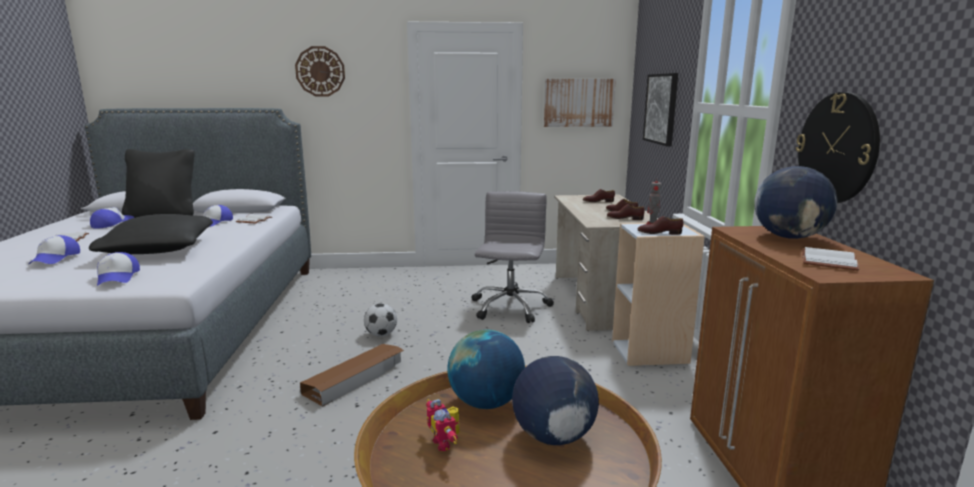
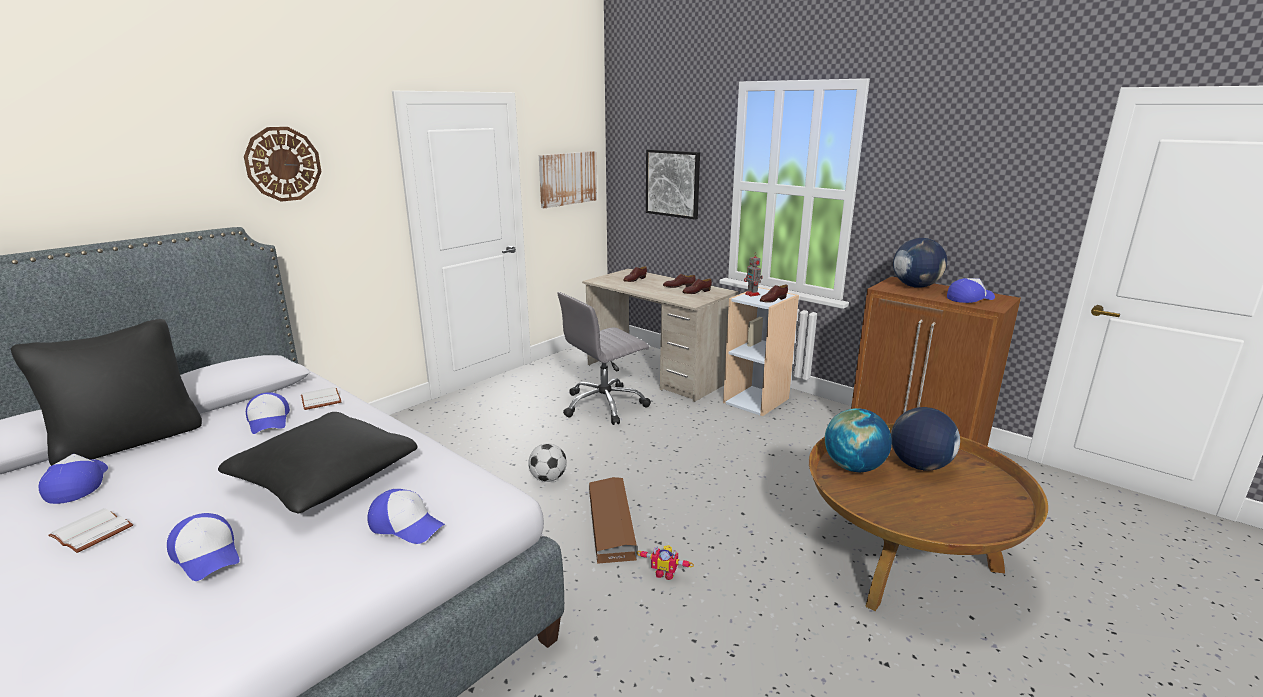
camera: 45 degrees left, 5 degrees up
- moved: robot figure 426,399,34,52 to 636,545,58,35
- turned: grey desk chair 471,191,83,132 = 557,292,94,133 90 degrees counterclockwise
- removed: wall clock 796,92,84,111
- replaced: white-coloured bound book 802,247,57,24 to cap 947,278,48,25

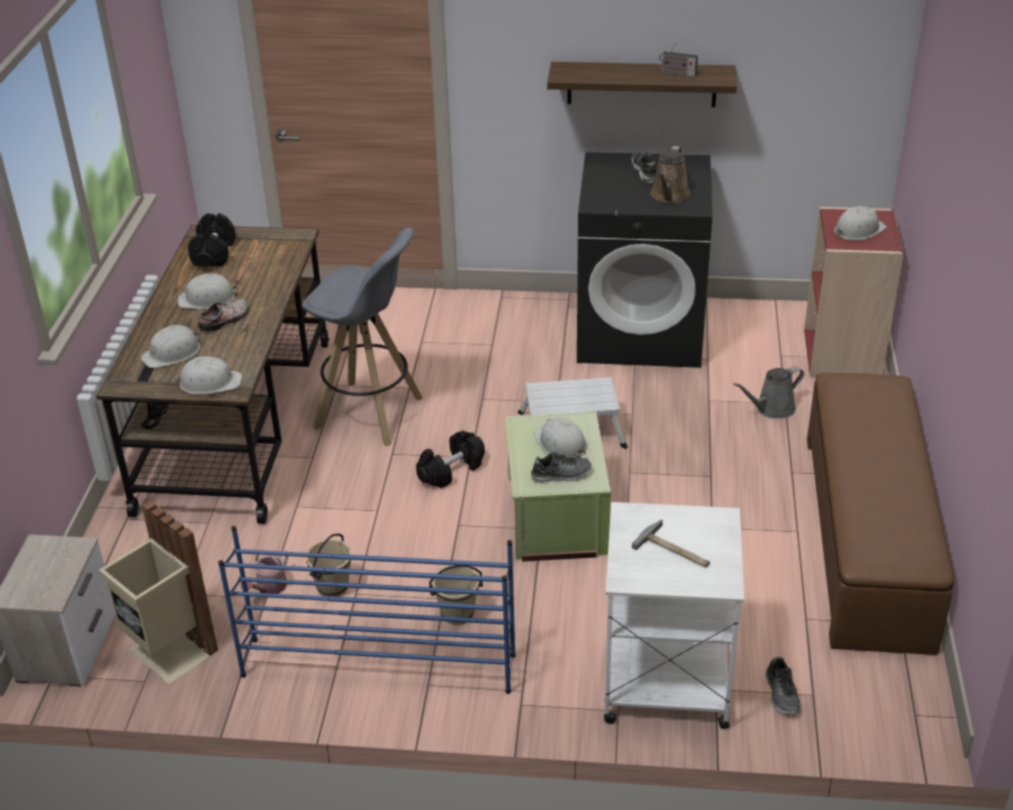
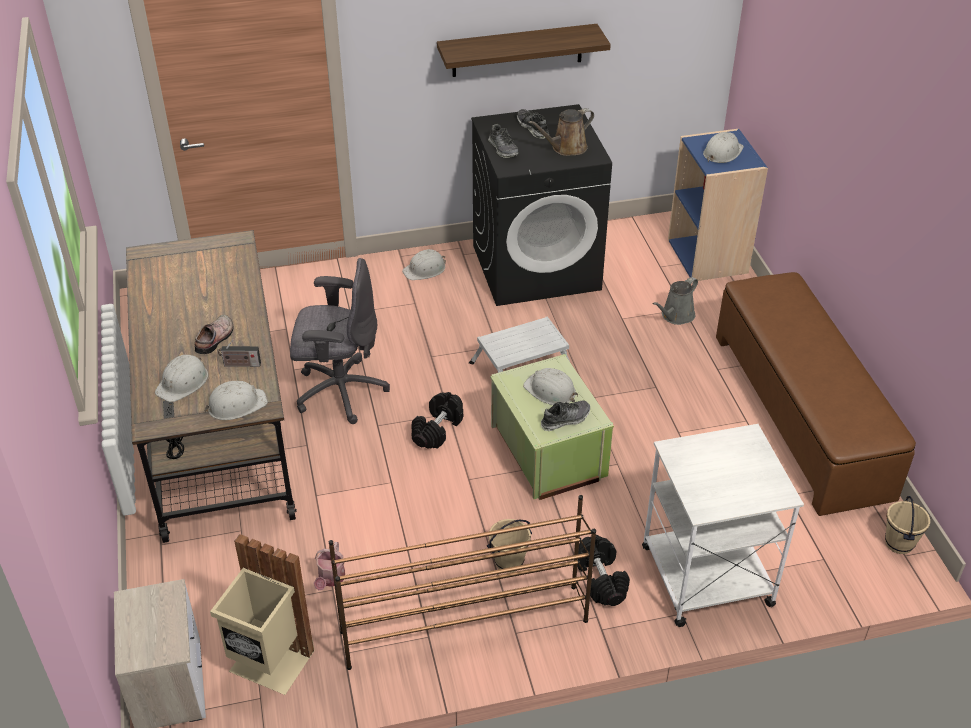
camera: 20 degrees left, 5 degrees up
- moved: white-coloured hard hat 178,273,60,36 to 402,249,44,31
- moved: blackish dumbbell 188,213,48,54 to 577,535,53,71
- recoloured: blue-coloured shoe rack 218,526,298,168 to brownish shoe rack 329,495,267,175
- replaced: grey stool seat 302,227,121,219 to grey desk chair 290,258,100,166
- moved: beige pail 306,534,46,63 to 885,496,45,58
- removed: tool hammer 632,520,78,48
- turned: brownish watering can 651,146,39,57 = 528,108,66,48 60 degrees clockwise
- moved: radio receiver 659,43,39,34 to 218,339,43,28
- moved: shoe 765,657,36,57 to 488,124,31,34
- recoloured: red-coloured bookcase 804,207,100,171 to blue-coloured bookcase 668,129,100,152

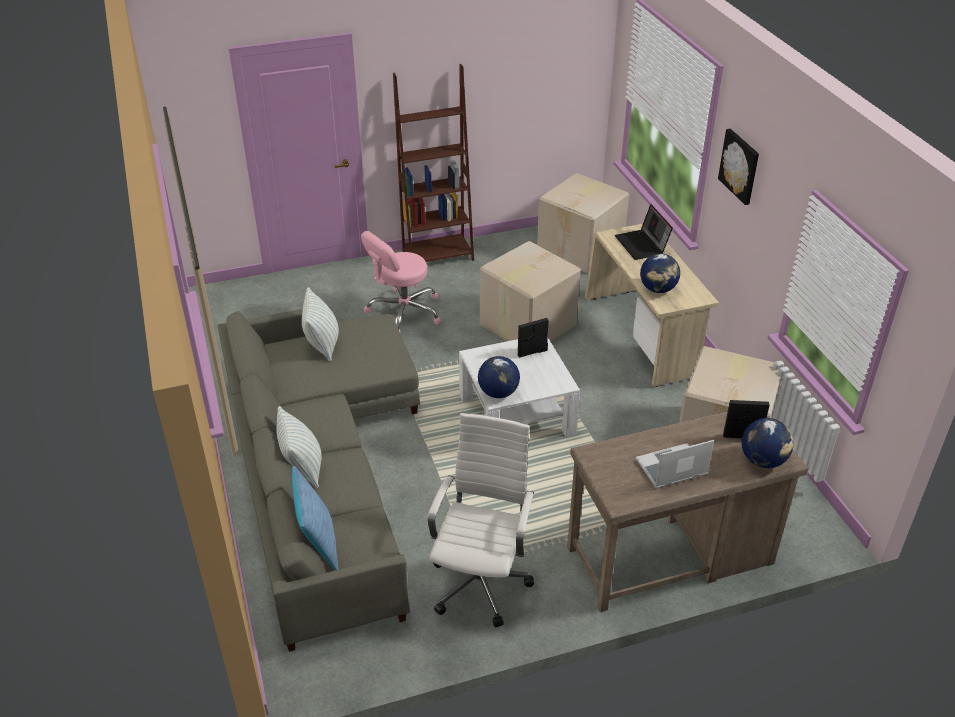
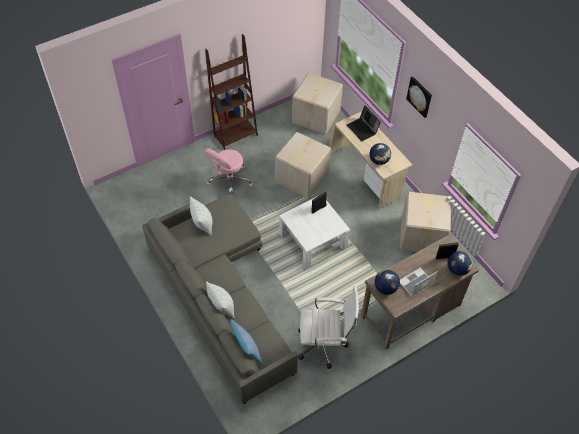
camera: 15 degrees left, 15 degrees up
- turned: white-coloured desk chair 428,413,106,214 = 298,286,61,83 90 degrees clockwise
- moved: globe 478,356,42,42 to 375,269,25,26

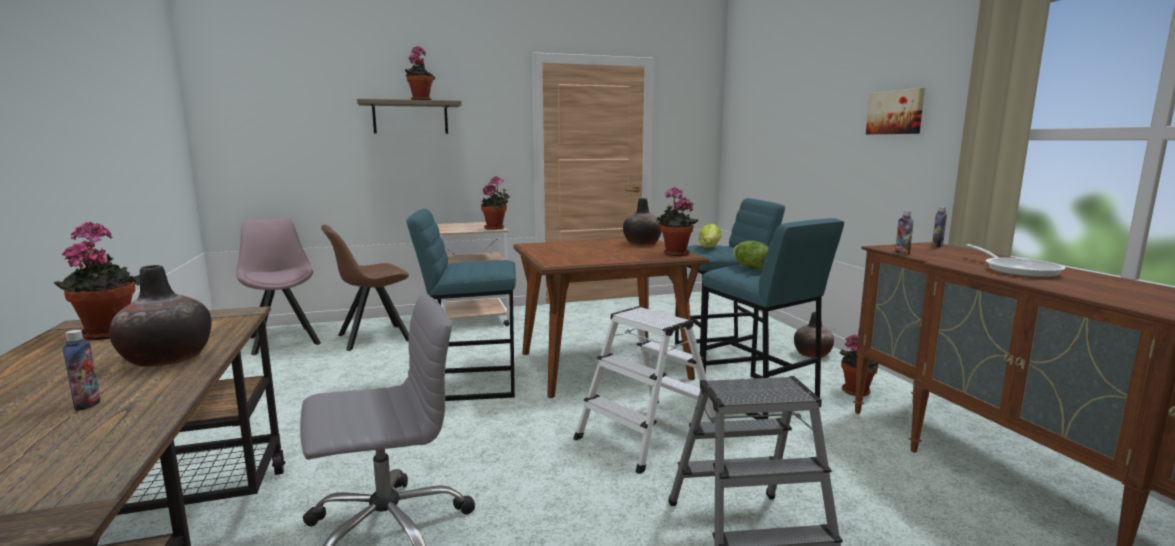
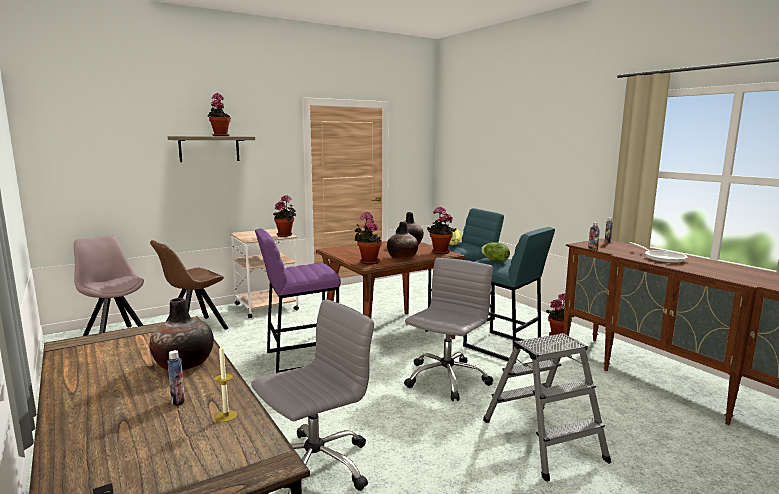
camera: 15 degrees left, 0 degrees up
- moved: potted plant 54,222,86,118 to 355,212,27,53
- recoloured: turquoise stool seat 406,208,110,193 to purple stool seat 255,228,86,145
- replaced: white-coloured stepladder 573,306,142,168 to grey desk chair 404,258,89,143
- moved: vase 794,312,40,46 to 387,222,31,38
- removed: wall picture 866,88,59,46
- added: wax light 214,344,23,78

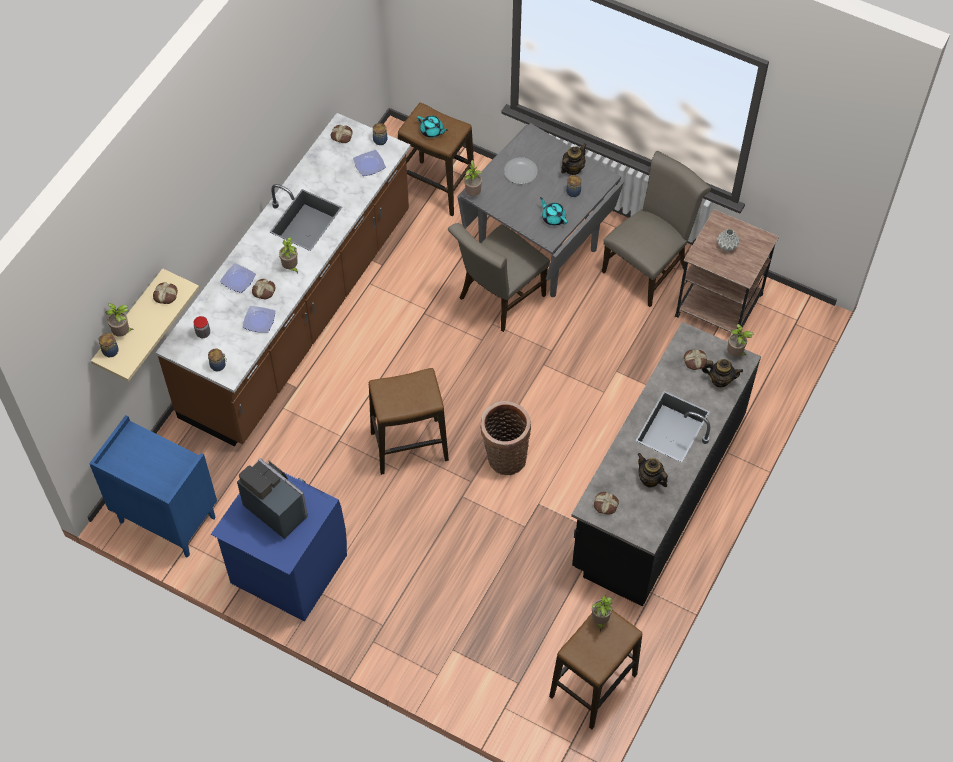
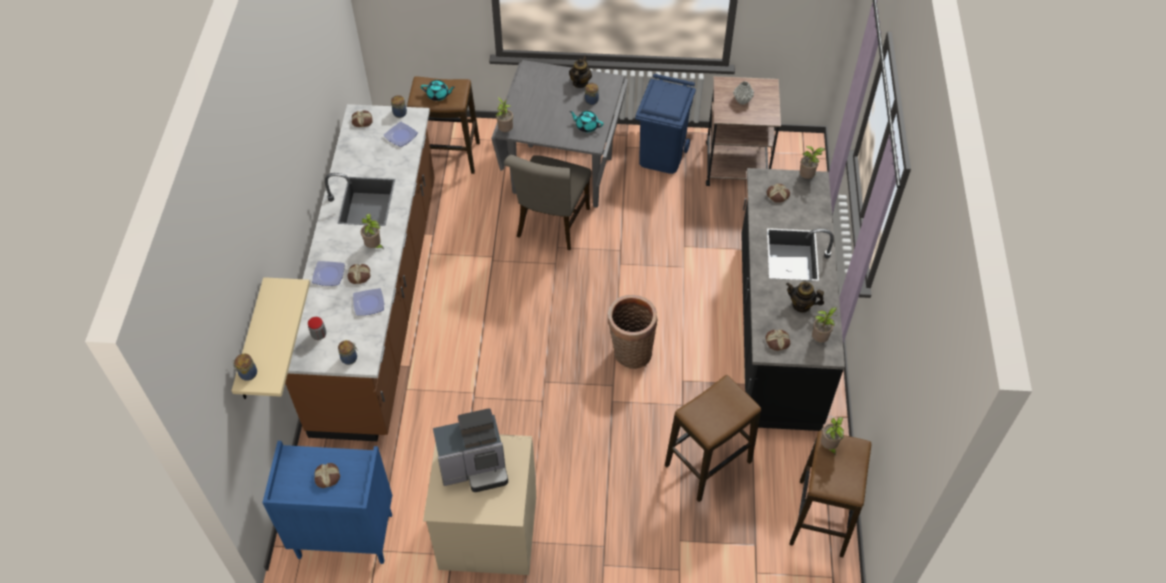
camera: 25 degrees left, 5 degrees down
- moved: potted plant 105,303,29,34 to 812,307,27,36
- moved: baked bread 153,282,25,22 to 314,463,26,25
- recoloured: blue-coloured laundry appliance 211,473,136,149 to beige laundry appliance 423,434,113,141
- turned: coffee machine 237,458,71,81 = 433,408,75,84 150 degrees clockwise
- moved: stool seat 369,368,80,107 to 665,375,96,127
- removed: plate 504,157,34,27
- replaced: beige plain chair 602,151,109,156 to blue-coloured rubbish bin 635,74,61,100
- removed: pot for tea 702,359,41,28

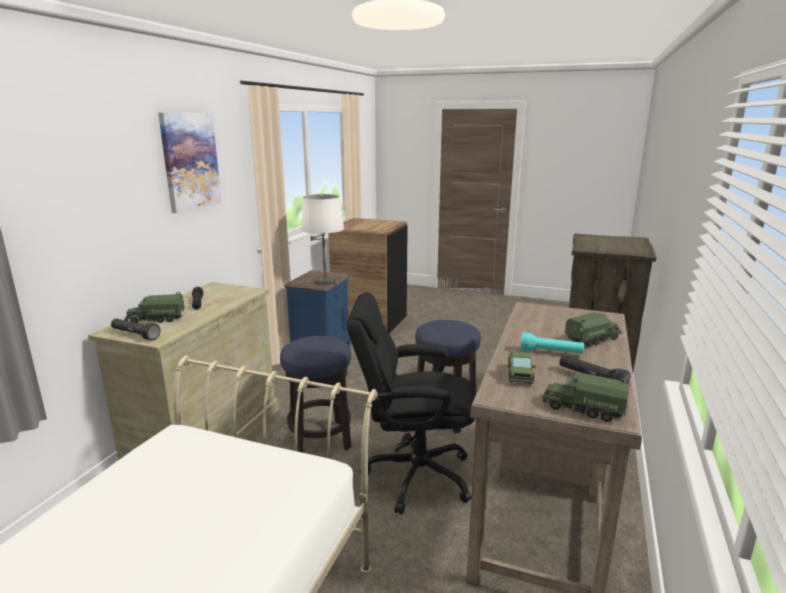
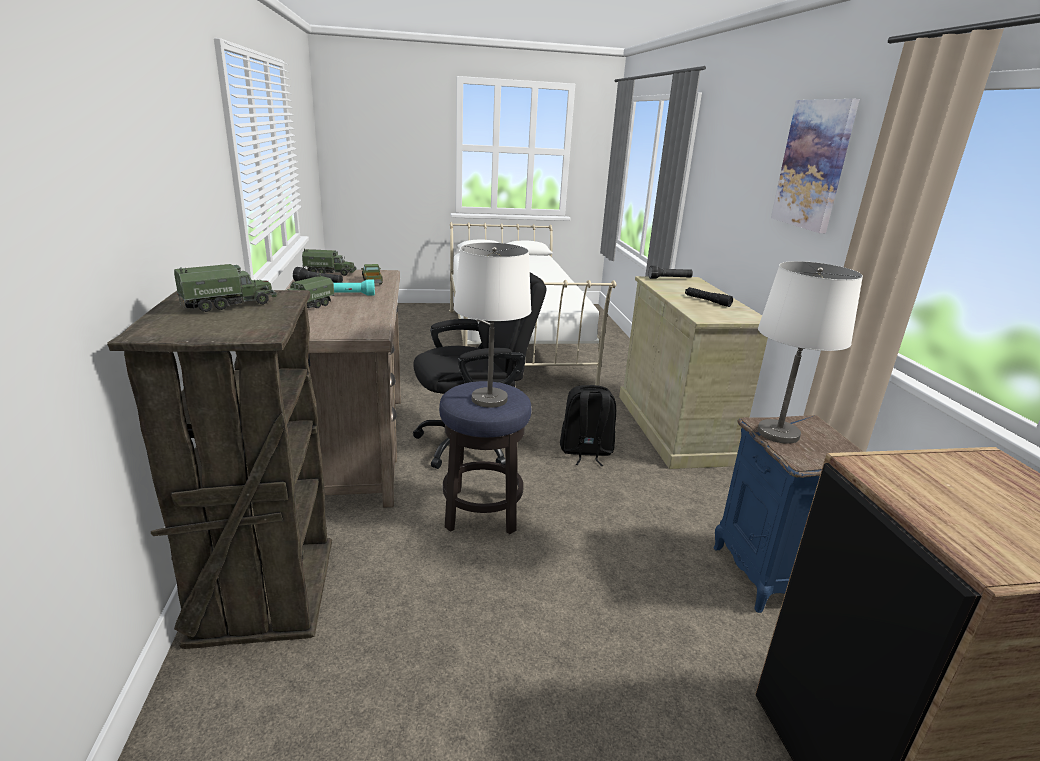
camera: 150 degrees right, 5 degrees up
- moved: toy truck 124,291,61,32 to 174,264,103,48
- replaced: stool seat 280,336,71,117 to blackish knapsack 560,385,56,81
- added: white-coloured lamp for a table 454,242,77,166

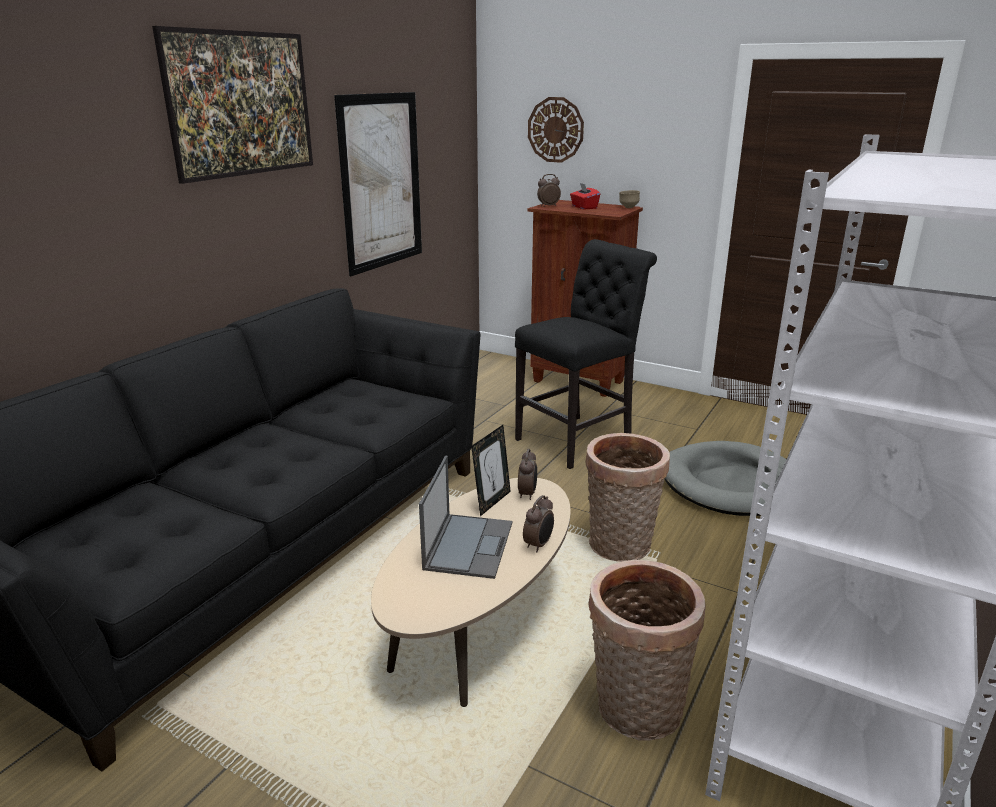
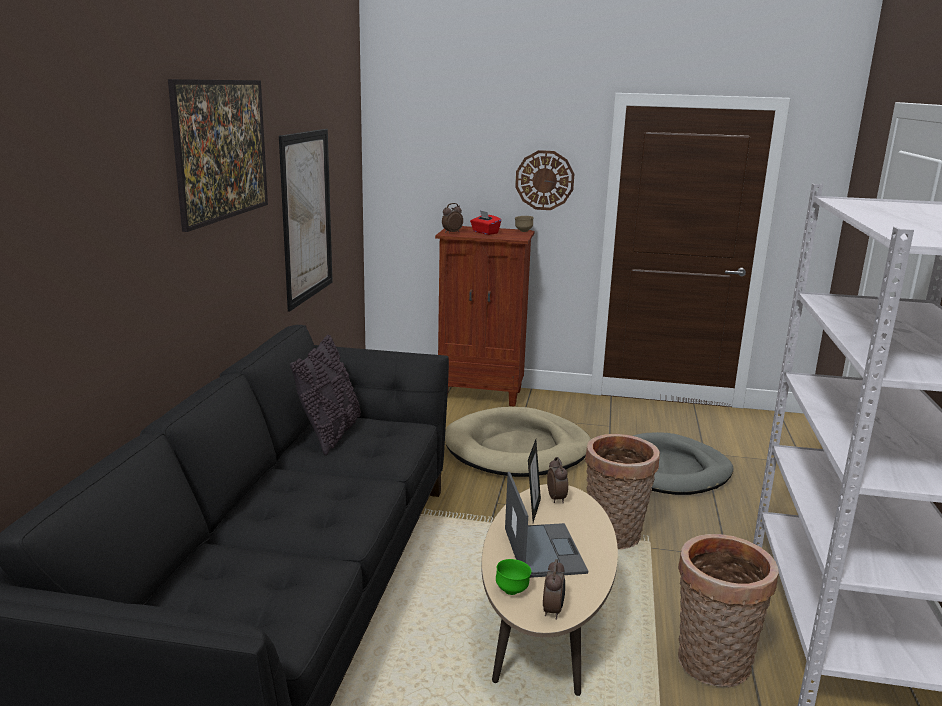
camera: 20 degrees left, 5 degrees down
- replaced: blackish stool seat 515,239,142,230 to beige dog bed 445,407,146,70
- moved: alarm clock 523,495,31,57 to 543,559,22,61
- moved: wall clock 528,97,56,66 to 515,150,59,60
- added: blackish throw pillow 290,335,71,121
- added: green-coloured deep dish 496,559,35,36

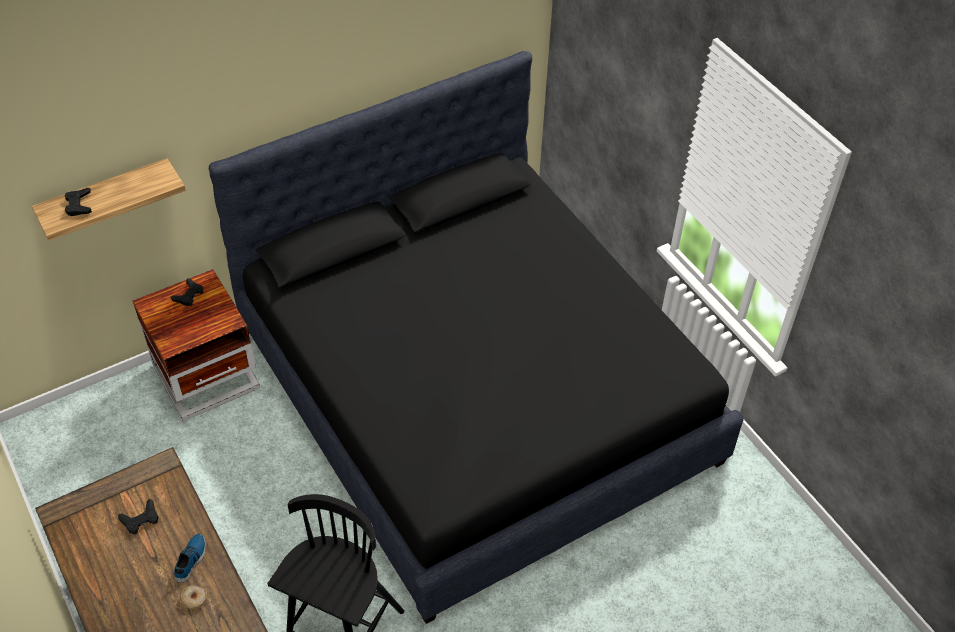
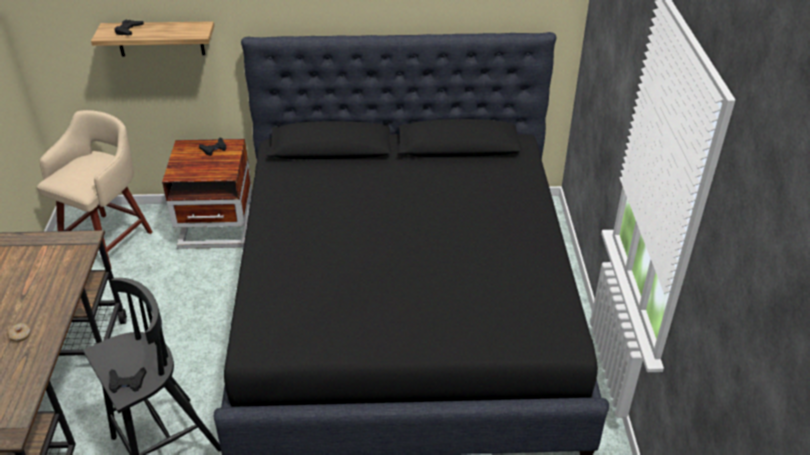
camera: 30 degrees right, 10 degrees down
- moved: blackish game controller 118,498,41,36 to 109,367,37,26
- removed: shoe 174,534,32,48
- added: beige stool seat 37,110,115,159

